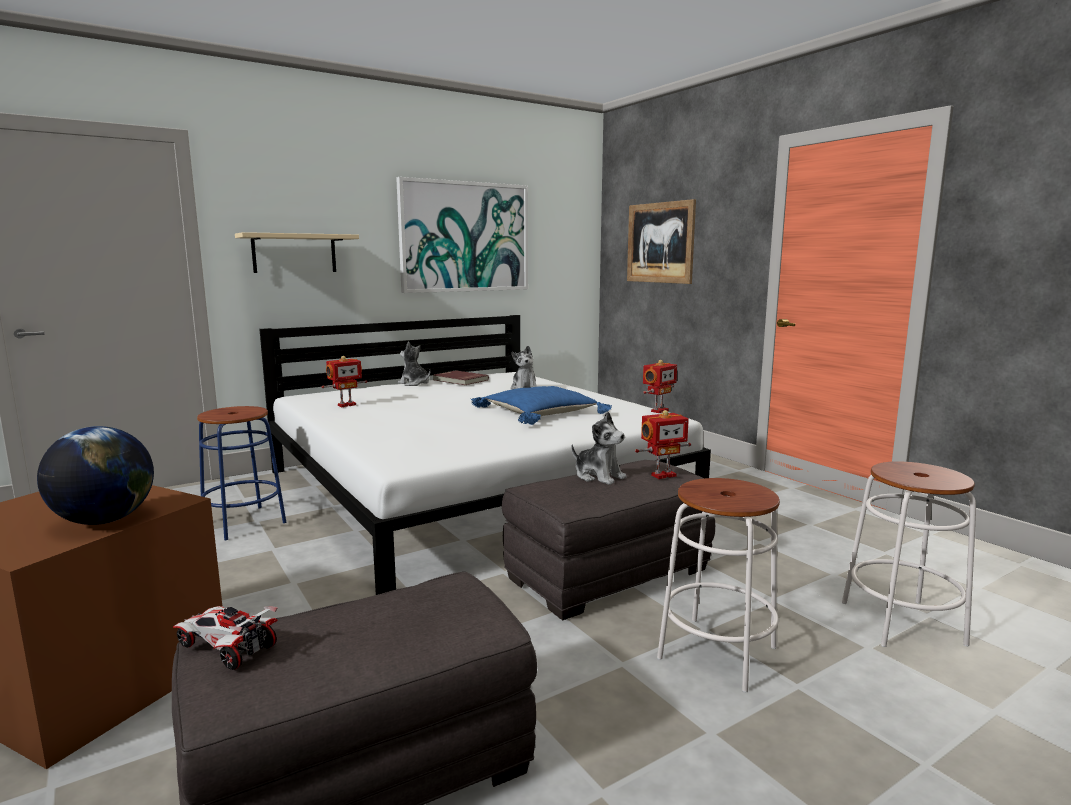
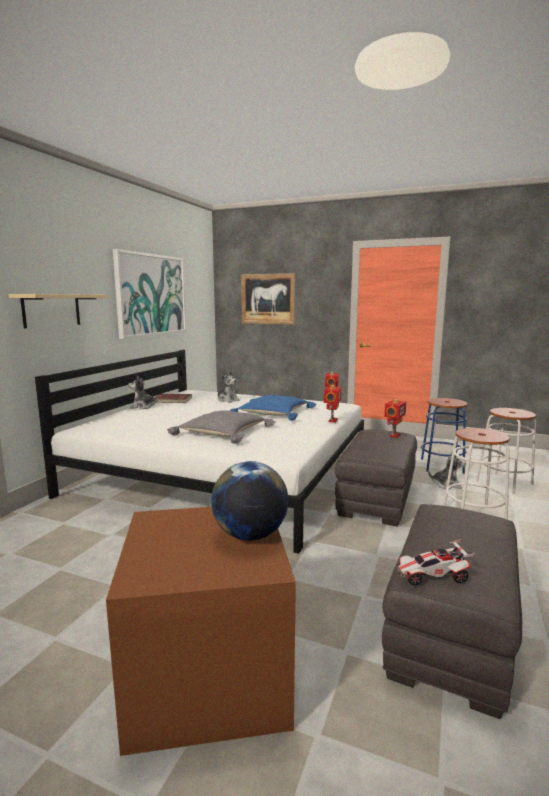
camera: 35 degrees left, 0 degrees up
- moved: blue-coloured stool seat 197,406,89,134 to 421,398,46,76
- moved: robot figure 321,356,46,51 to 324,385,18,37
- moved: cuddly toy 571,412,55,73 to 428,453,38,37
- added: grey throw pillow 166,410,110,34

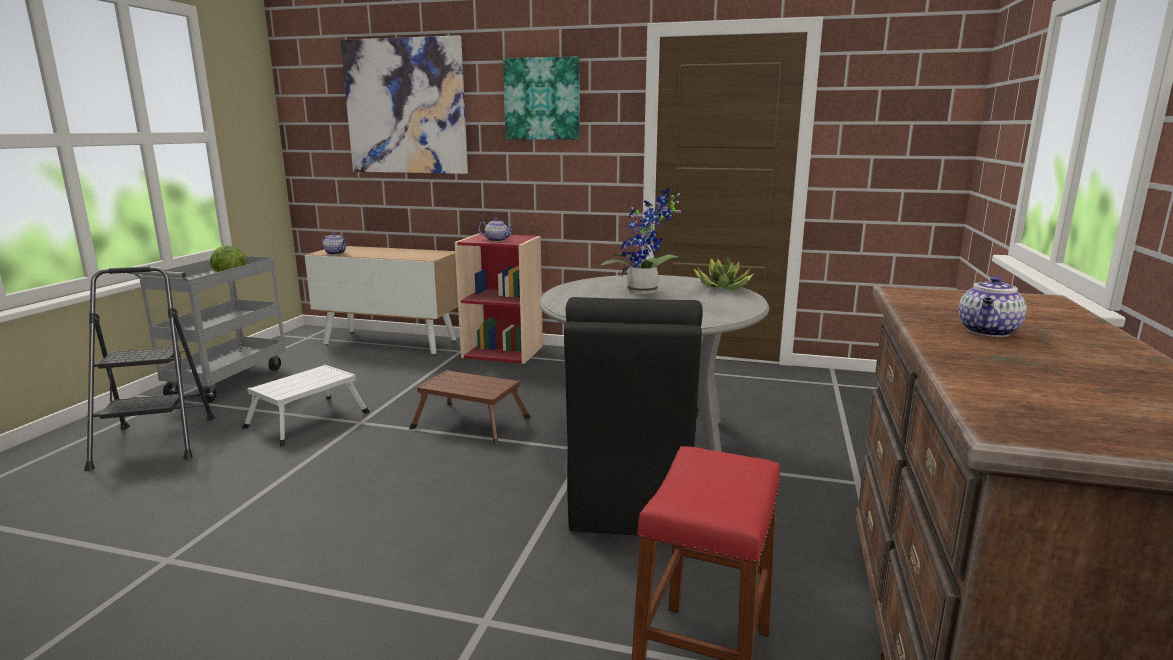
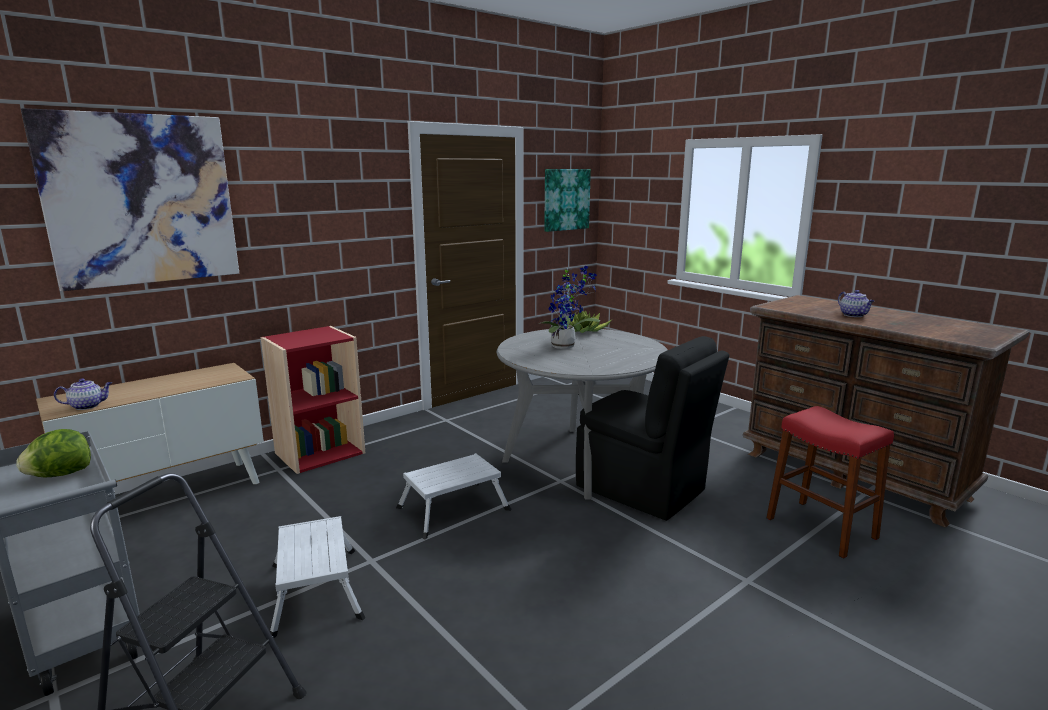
camera: 55 degrees left, 0 degrees up
- recoloured: brownish stepladder 409,370,122,76 to white-coloured stepladder 396,453,115,86
- removed: pot for tea 478,218,37,24
- moved: wall picture 503,56,77,84 to 544,169,47,63

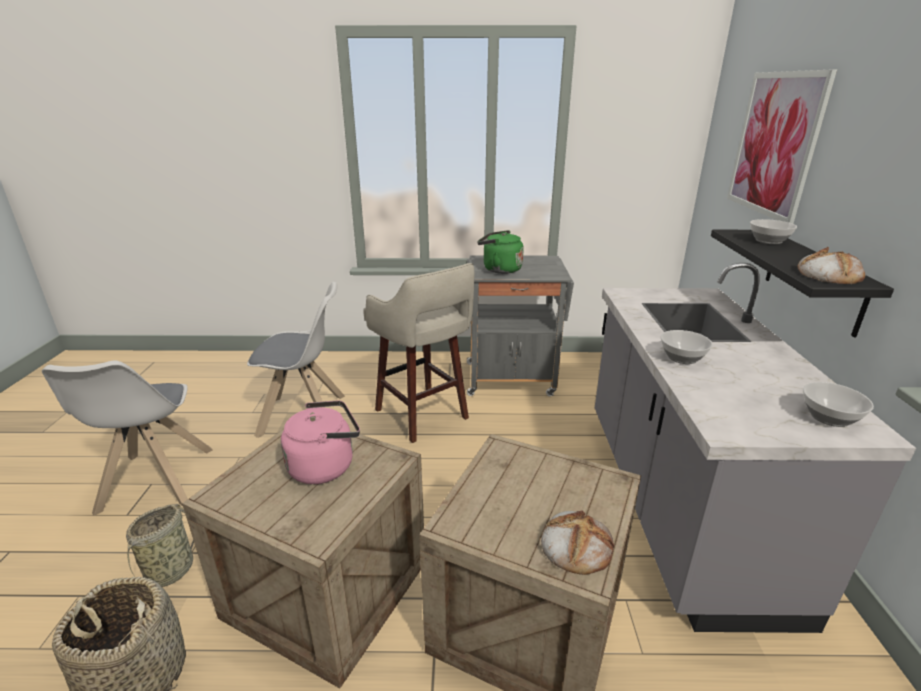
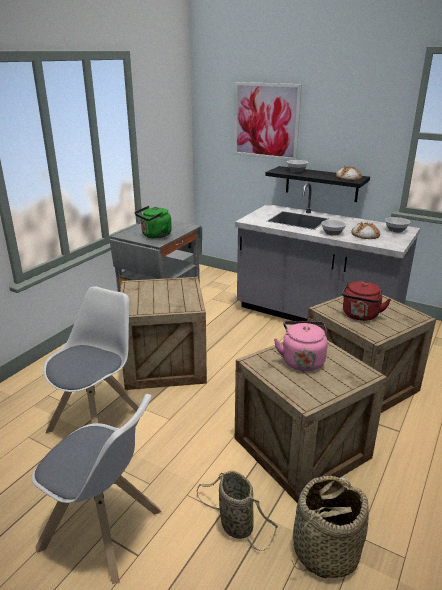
camera: 60 degrees left, 0 degrees up
- replaced: beige stool seat 363,263,112,180 to shipping crate 120,277,87,113
- moved: baked bread 541,510,73,65 to 351,222,29,17
- added: red-coloured kettle 342,281,49,40

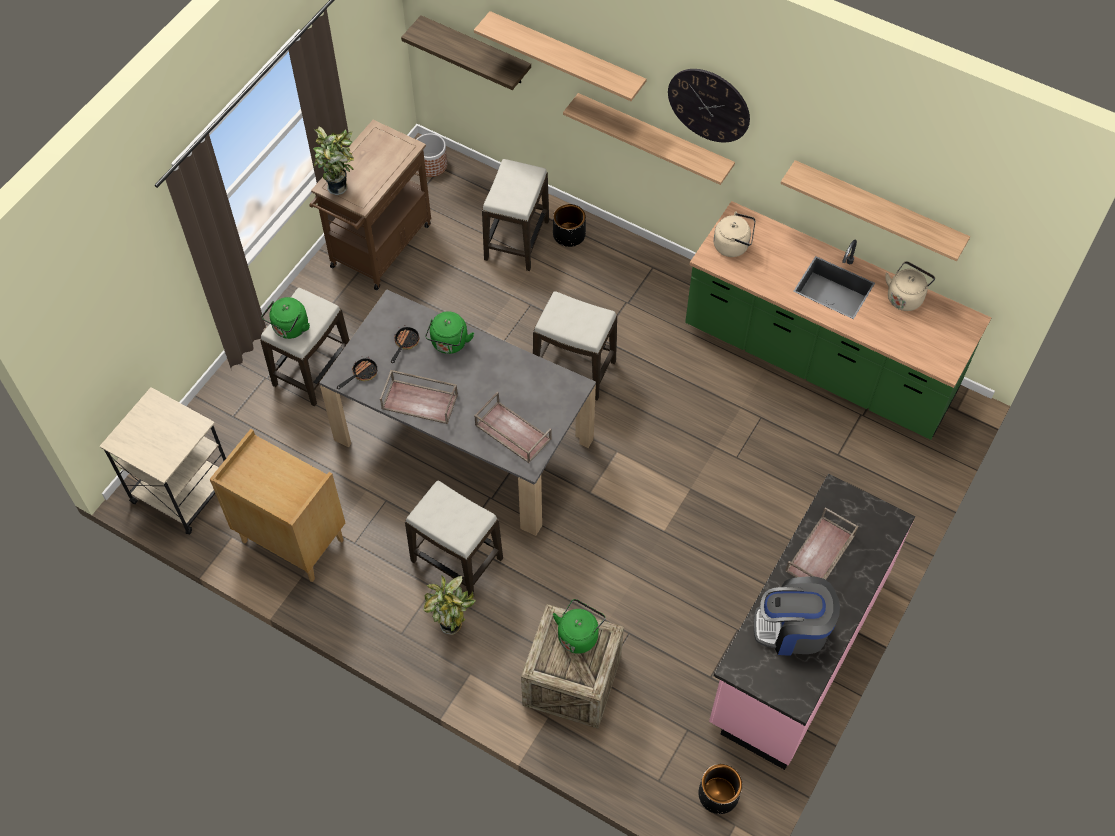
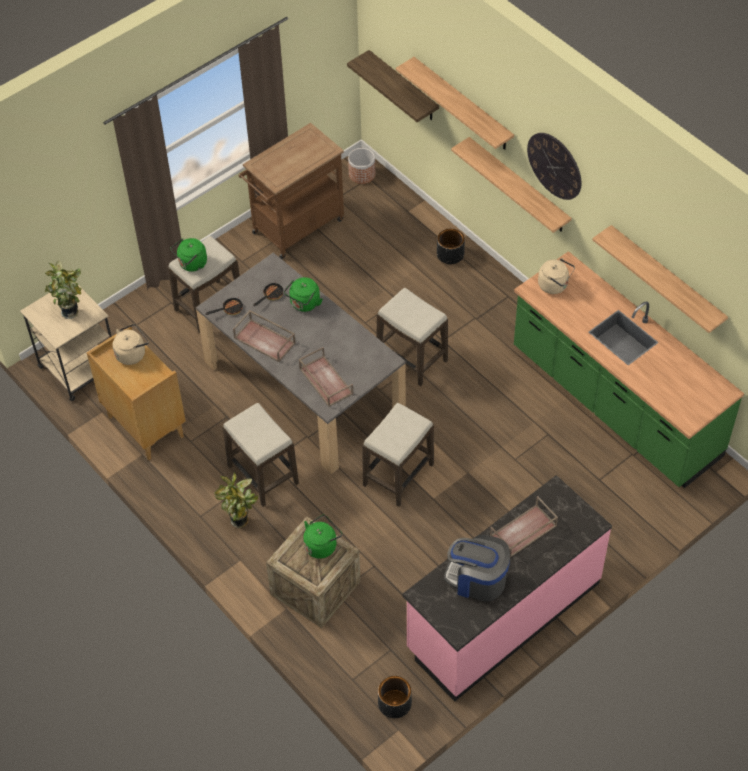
camera: 20 degrees right, 5 degrees down
- moved: potted plant 313,126,41,69 to 45,261,36,58
- moved: stool seat 482,159,67,112 to 362,403,72,104
- moved: beige kettle 885,261,50,50 to 113,324,36,41

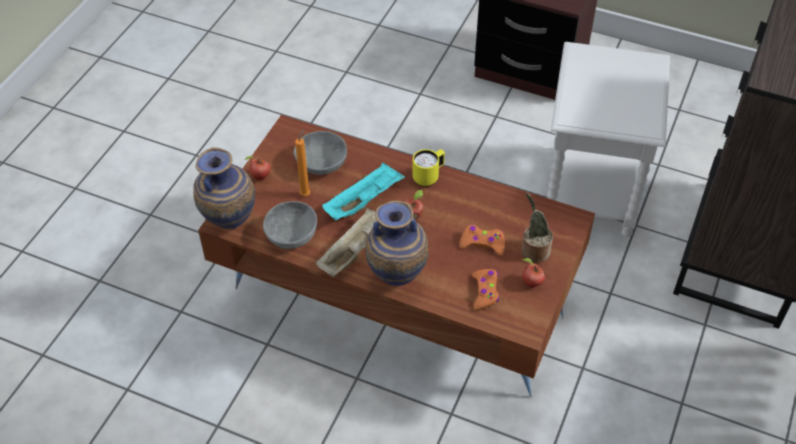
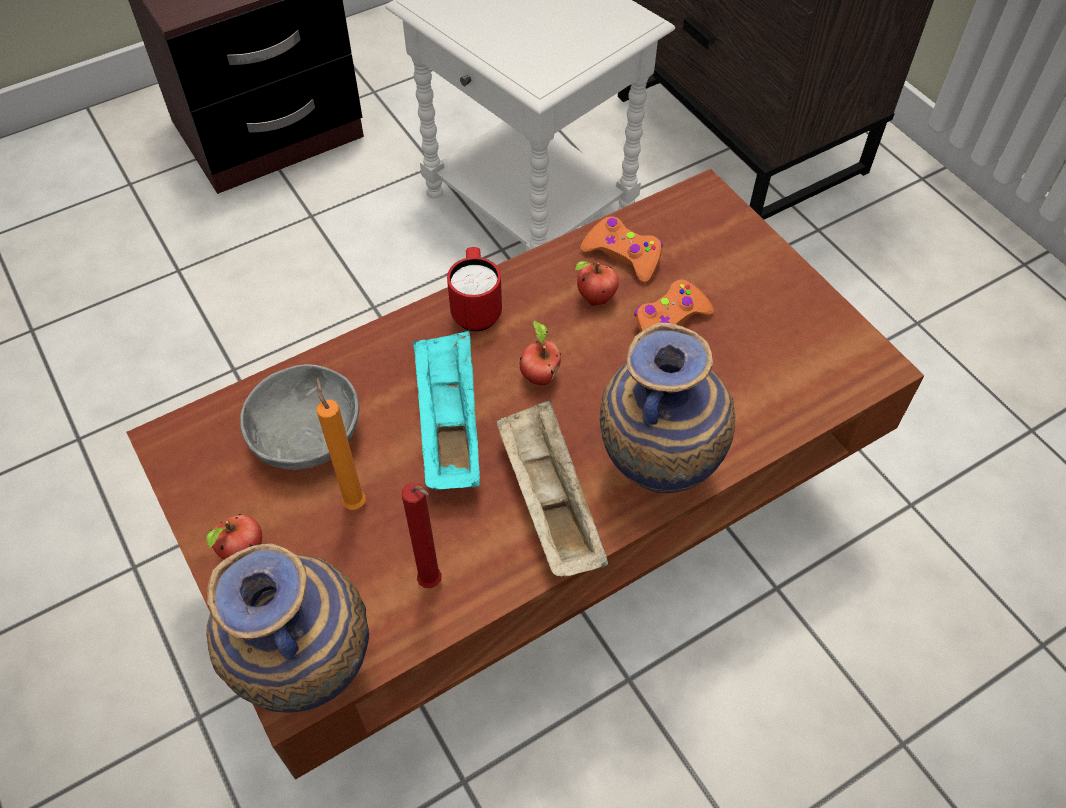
camera: 55 degrees left, 5 degrees up
- replaced: grey deep dish 263,201,54,48 to red-coloured wax light 402,483,40,105
- recoloured: yellow tea mug 412,149,33,38 to red-coloured tea mug 447,247,55,84
- moved: orange game controller 472,269,27,42 to 581,216,82,67
- removed: potted plant 522,193,31,70
- moved: whole apple 522,258,23,30 to 575,260,44,46

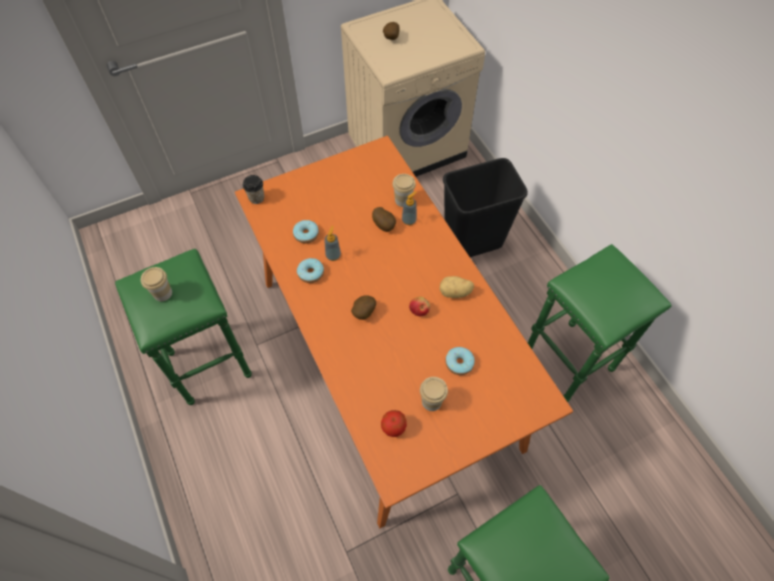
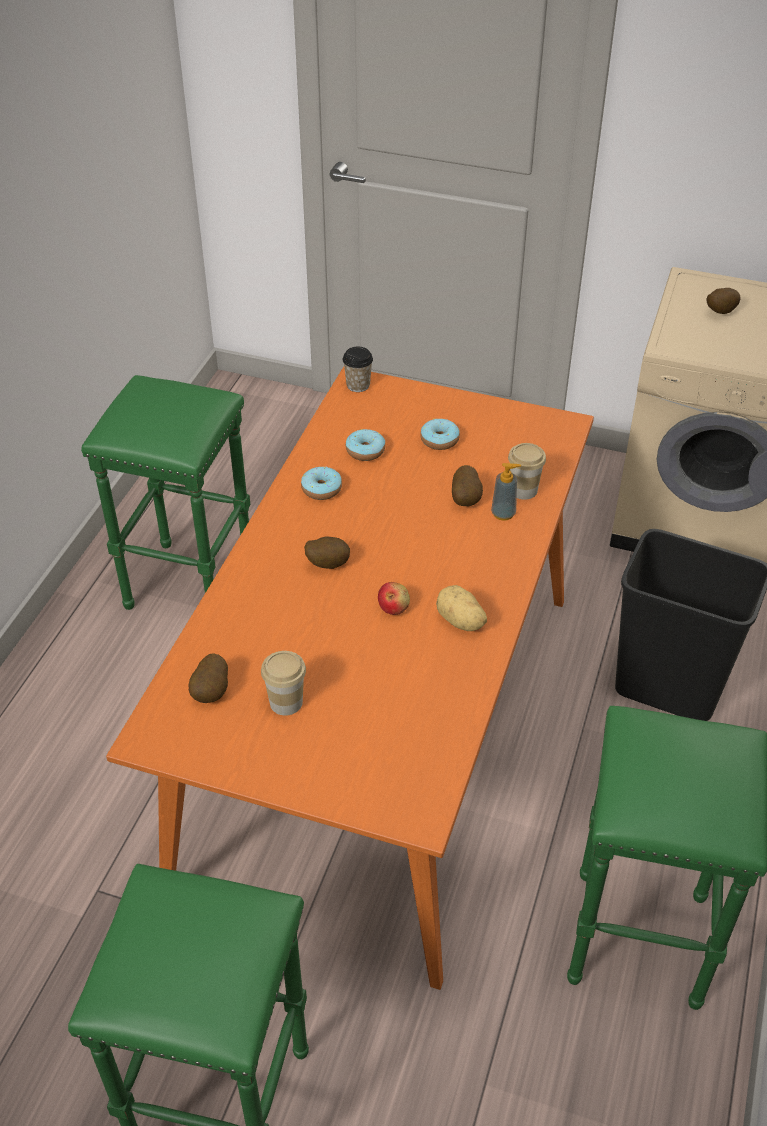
camera: 45 degrees right, 15 degrees down
- removed: cup 141,267,31,35
- removed: soap bottle 324,226,17,35
- replaced: whole apple 381,410,26,27 to spud 189,653,39,50
- moved: ring doughnut 445,347,30,28 to 420,419,40,31

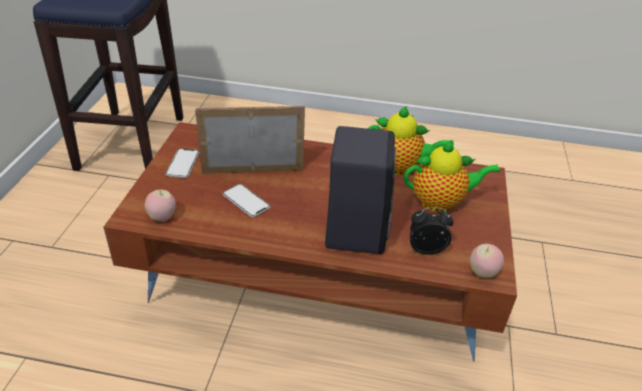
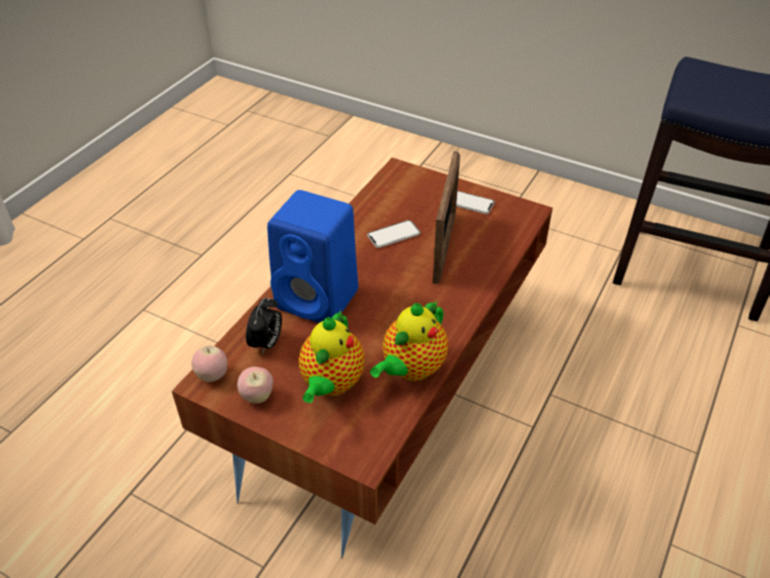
camera: 110 degrees right, 5 degrees up
- moved: whole apple 144,190,32,31 to 237,367,36,36
- recoloured: blackish audio speaker 325,126,71,128 to blue-coloured audio speaker 267,190,91,133

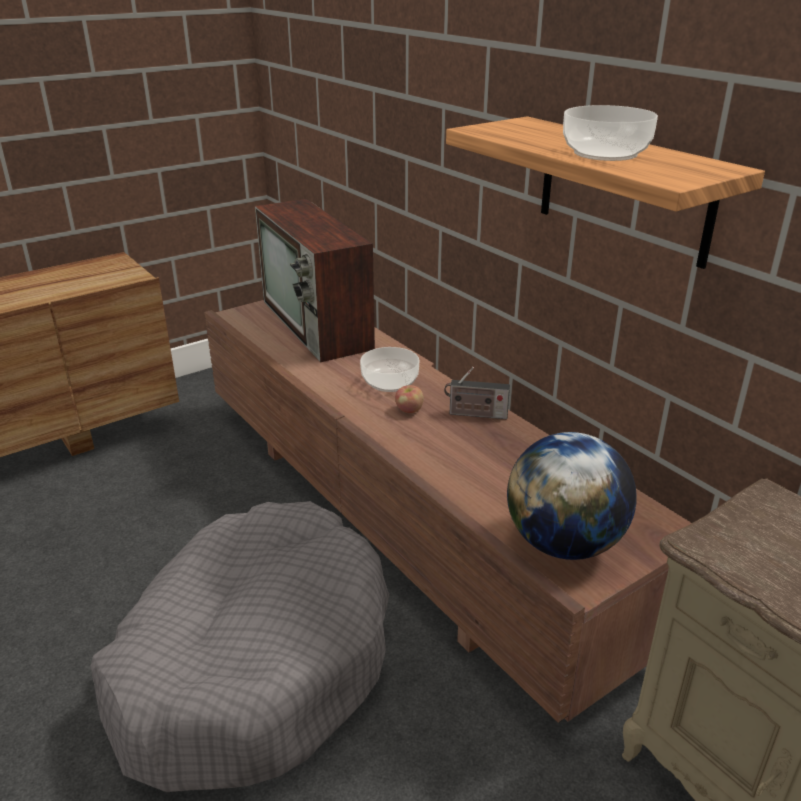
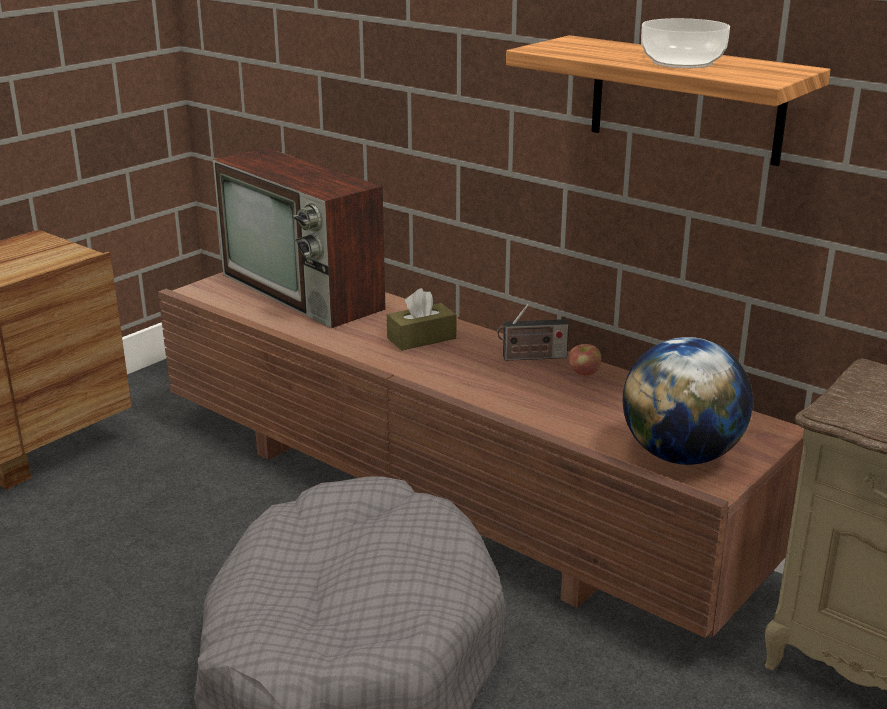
camera: 15 degrees left, 5 degrees down
- replaced: deep dish 360,347,59,45 to brownish box of tissues 387,288,69,63
- moved: whole apple 395,385,29,28 to 568,344,33,32

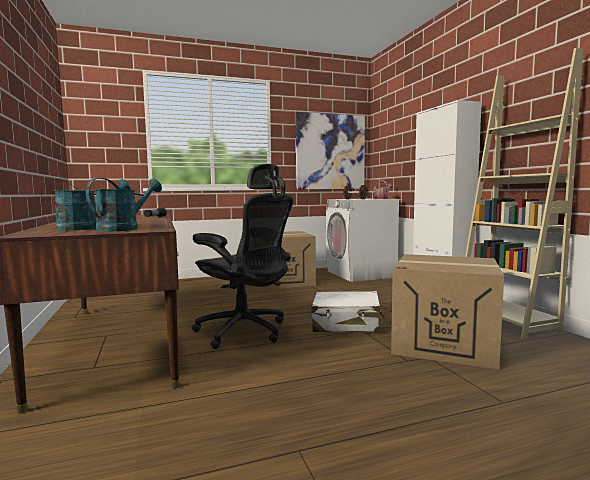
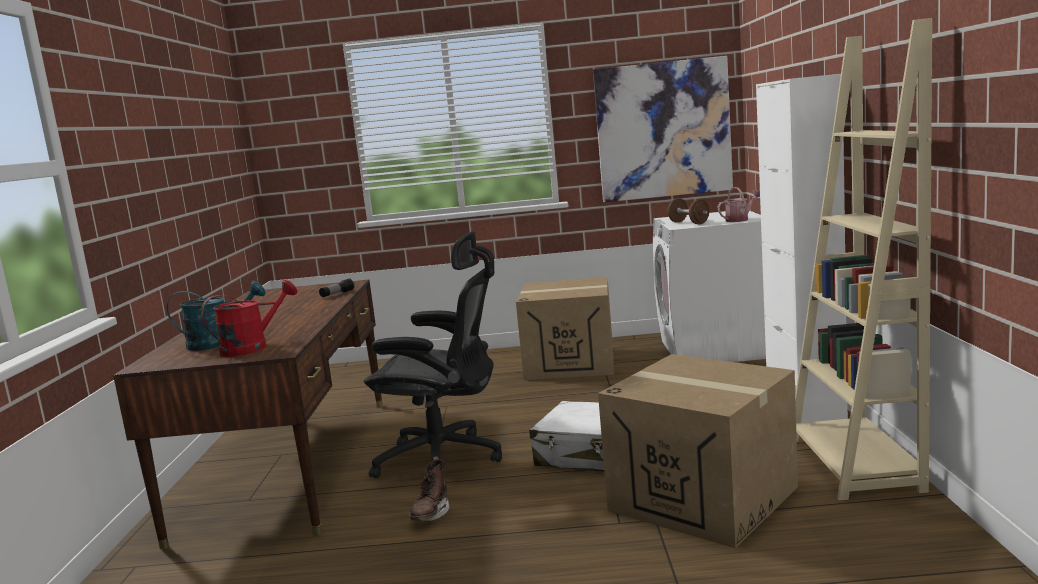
camera: 20 degrees right, 5 degrees up
- recoloured: turquoise watering can 86,178,76,54 to red-coloured watering can 201,280,97,77
- turned: desk chair 192,164,101,185 = 364,231,138,247 45 degrees counterclockwise
- added: brownish tall boot 409,456,40,65

